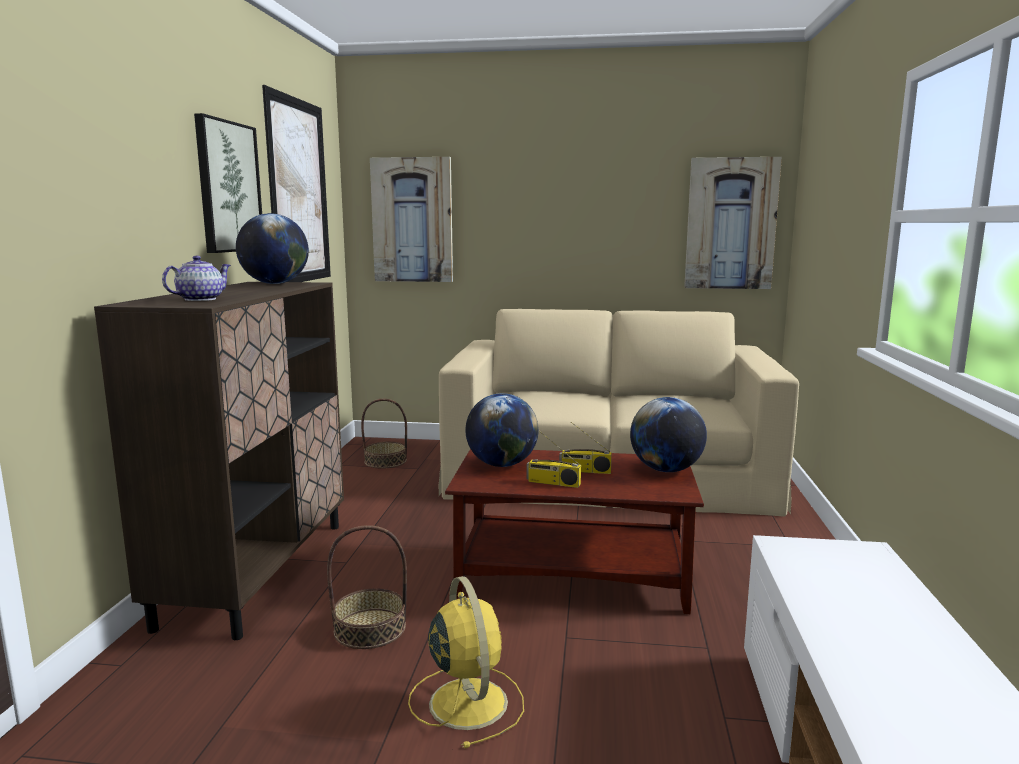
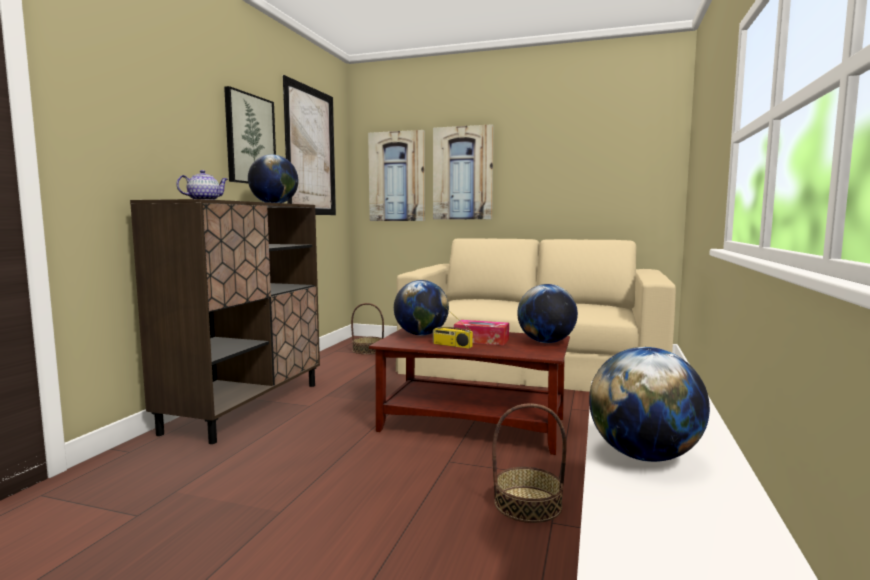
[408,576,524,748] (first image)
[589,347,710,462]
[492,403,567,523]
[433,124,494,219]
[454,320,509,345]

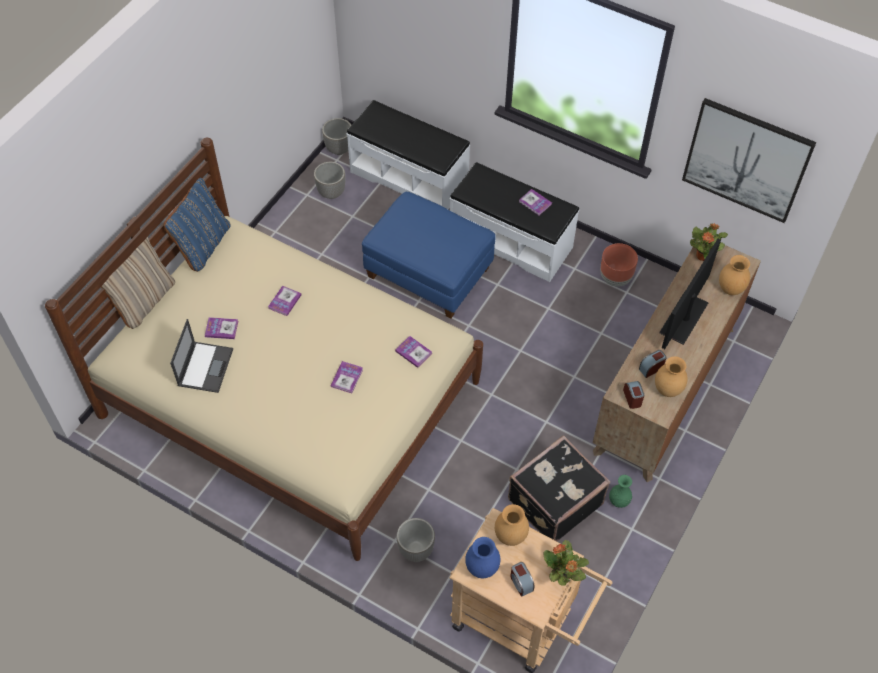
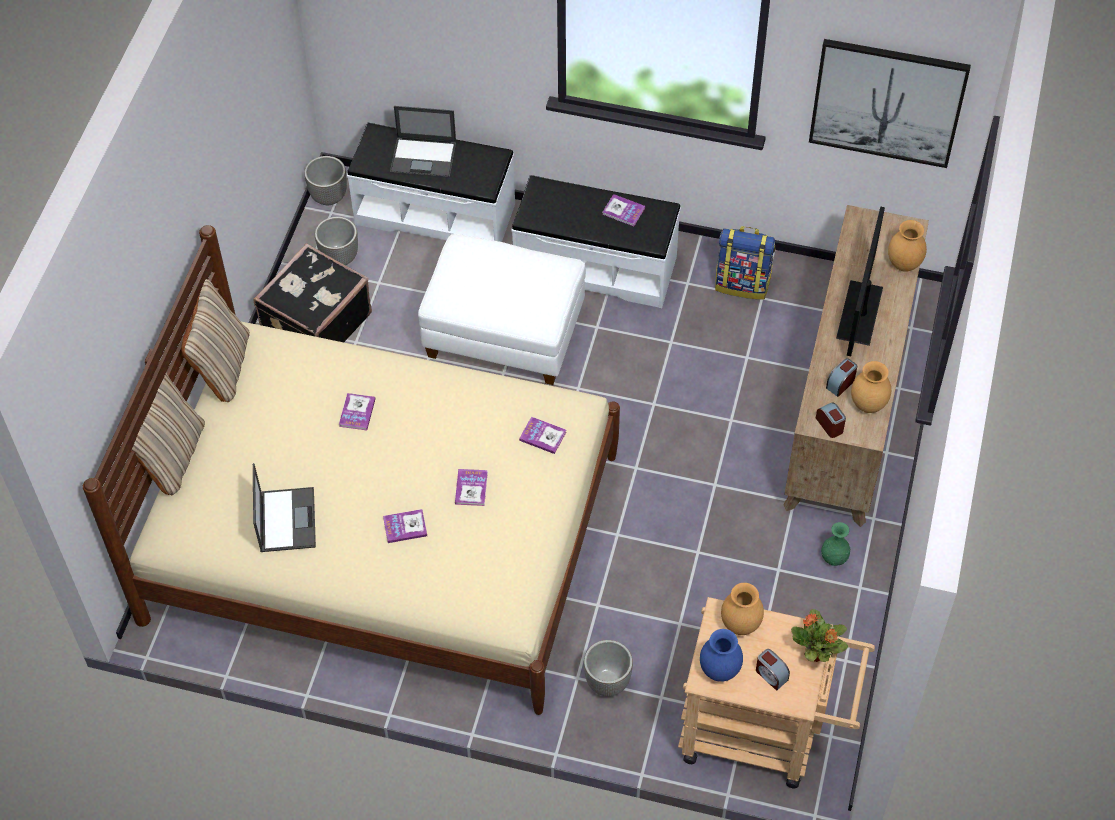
[690,223,728,261] (first image)
[390,106,456,178]
[383,509,427,543]
[253,243,372,342]
[715,226,775,300]
[181,279,250,402]
[418,234,586,385]

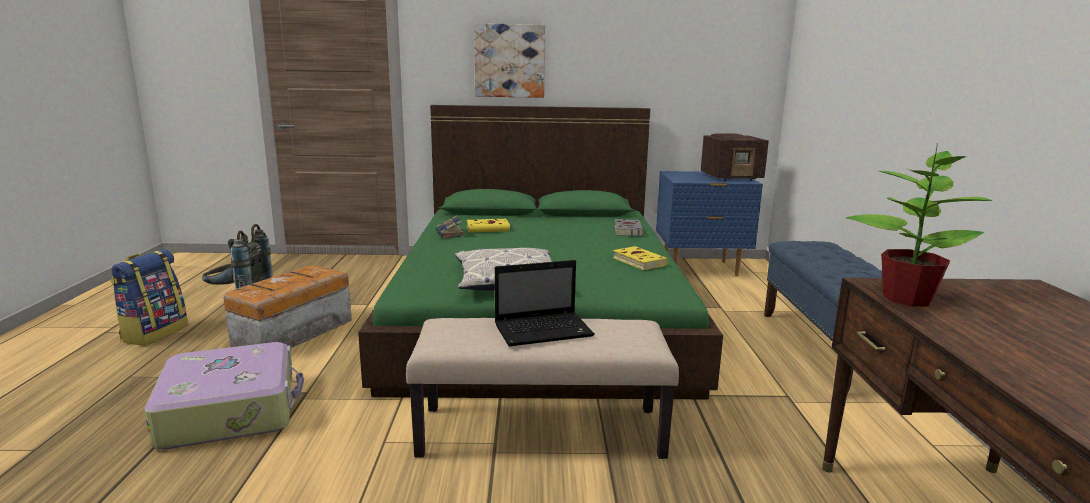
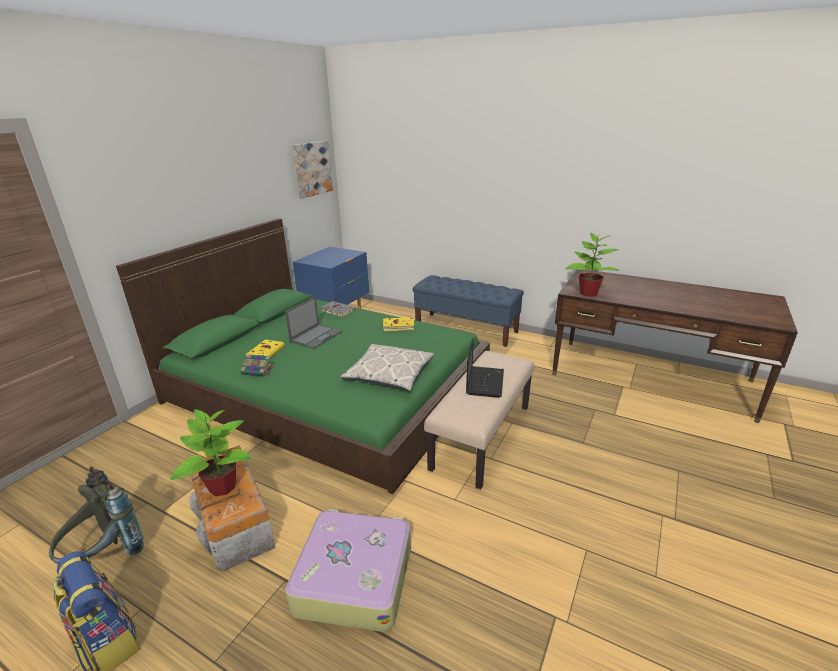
[701,134,769,181] (first image)
[170,409,251,496]
[285,297,342,349]
[293,141,333,198]

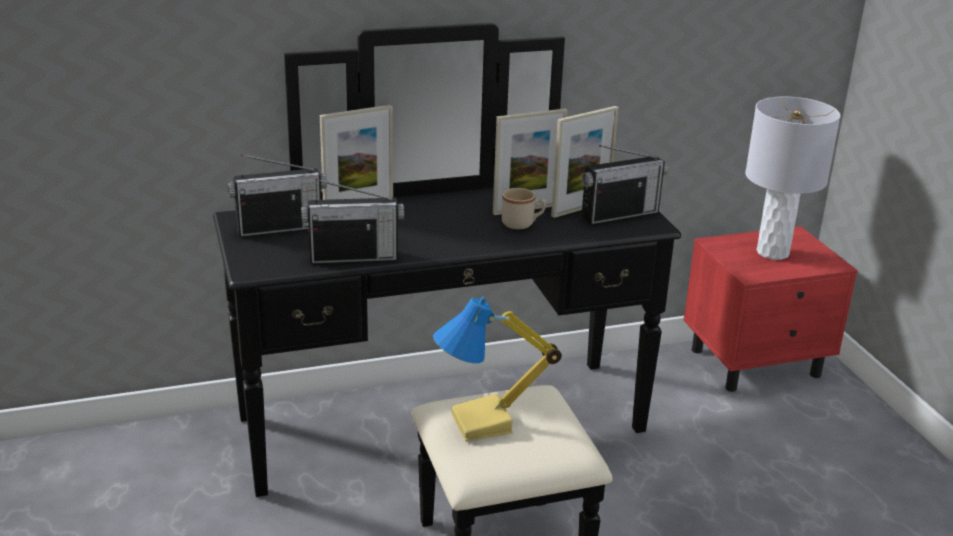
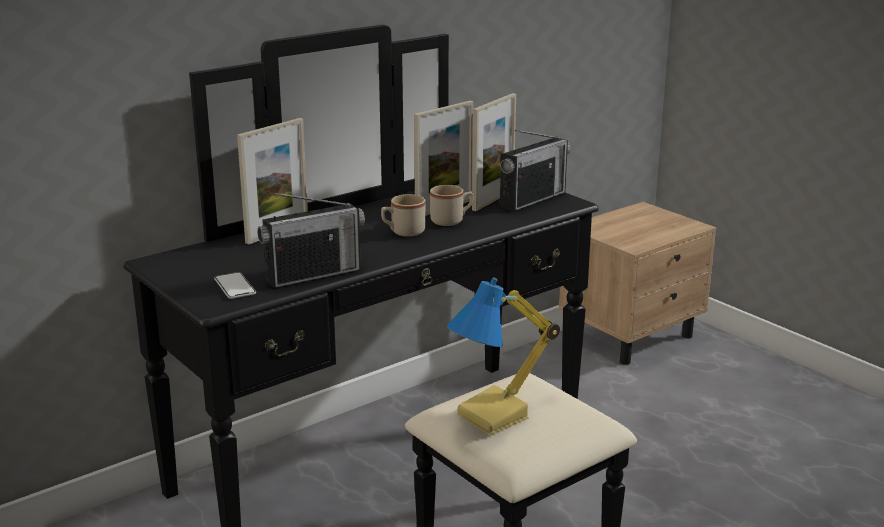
[227,154,327,237] (first image)
[745,97,841,260] (first image)
[214,272,256,299]
[381,194,425,237]
[558,202,716,365]

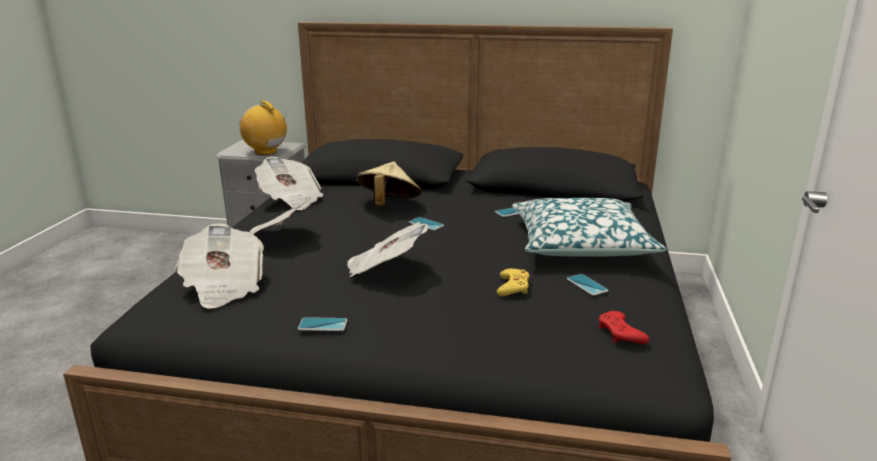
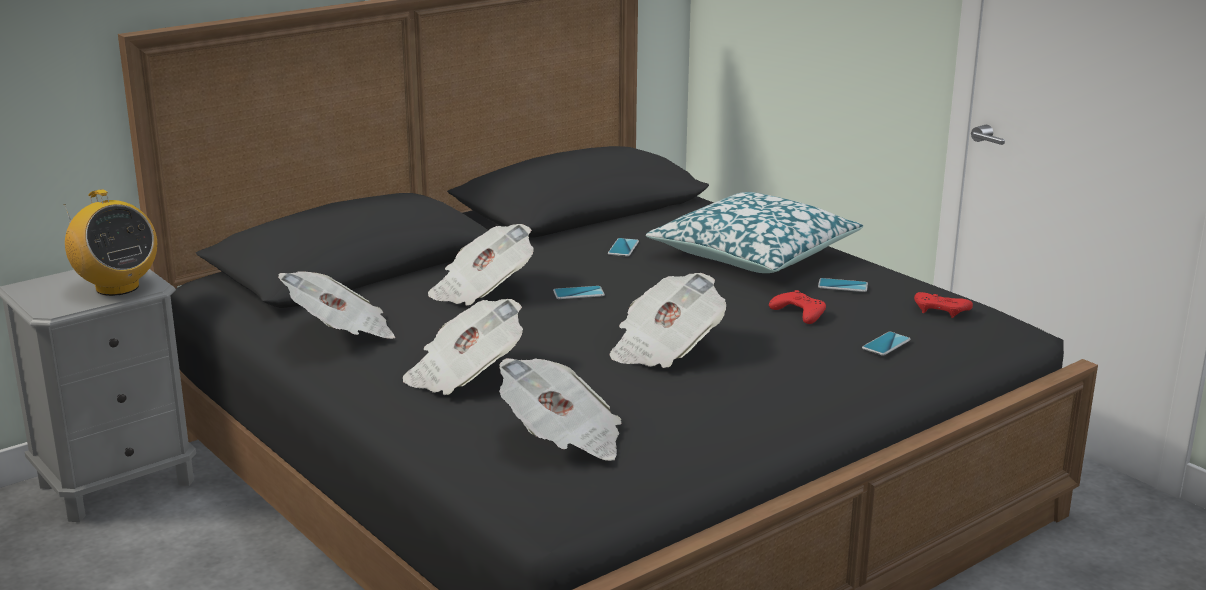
[862,332,911,356]
[428,224,534,306]
[769,290,826,324]
[64,189,157,296]

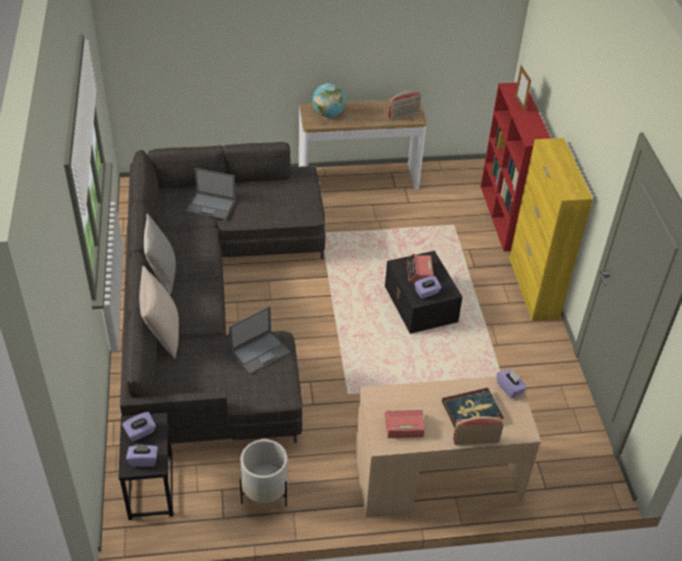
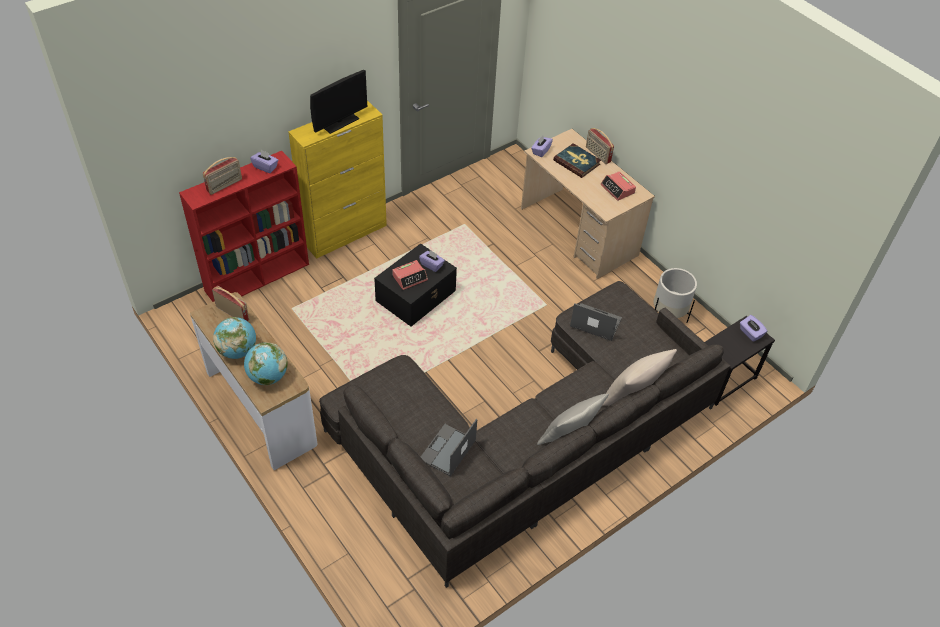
[213,317,256,359]
[310,70,367,134]
[250,150,278,173]
[203,157,242,195]
[421,419,477,476]

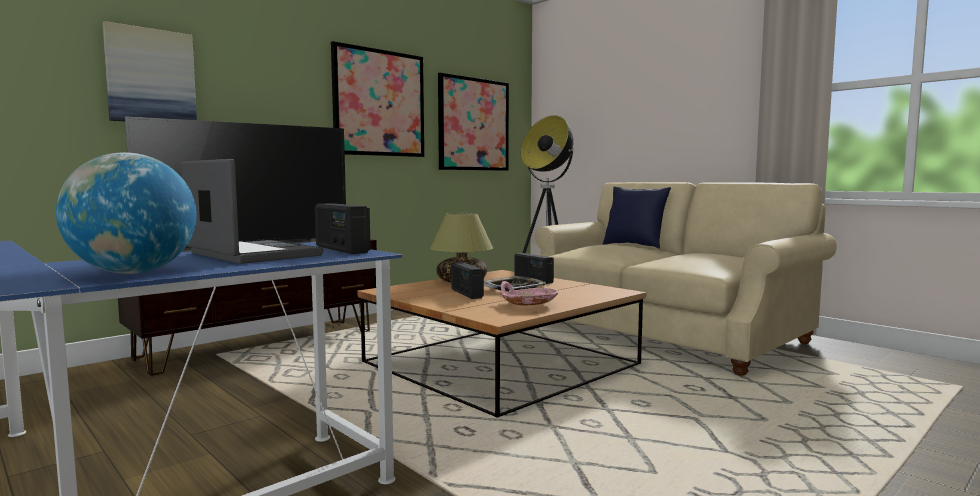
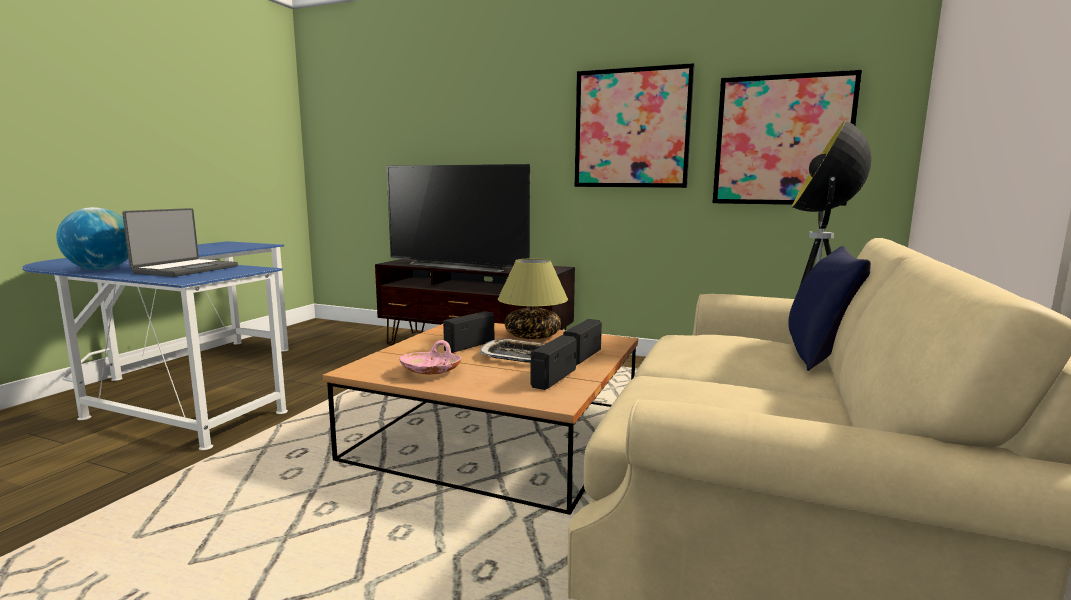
[102,21,197,121] (first image)
[531,335,577,390]

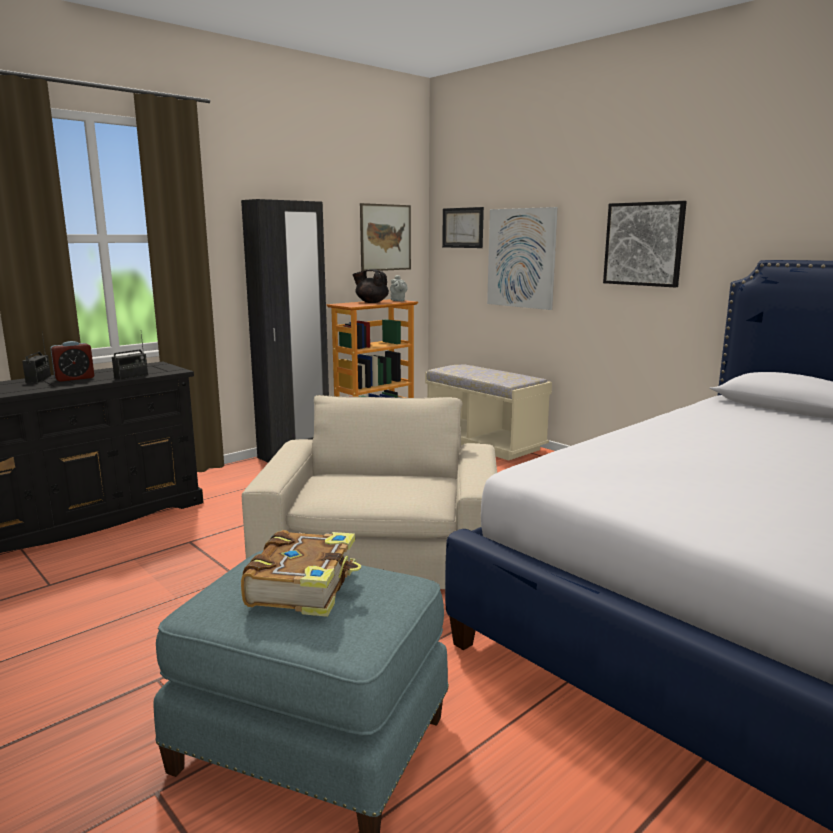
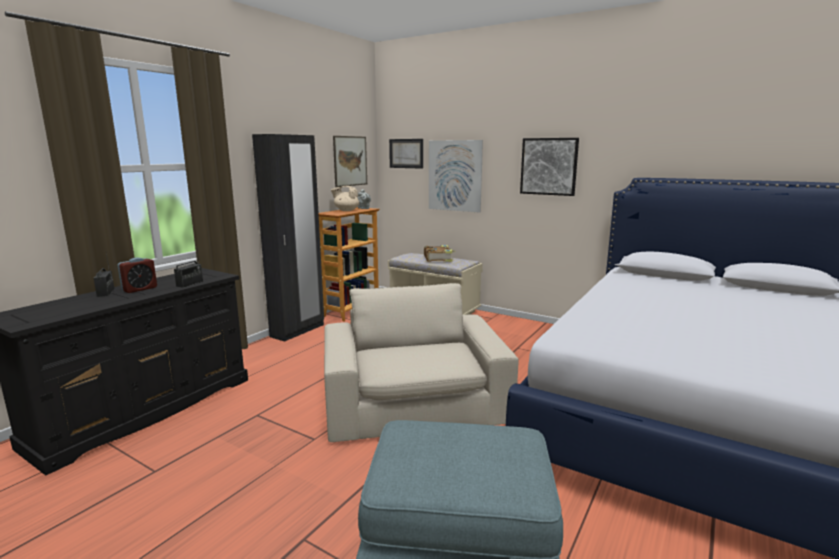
[424,245,456,262]
[331,186,359,211]

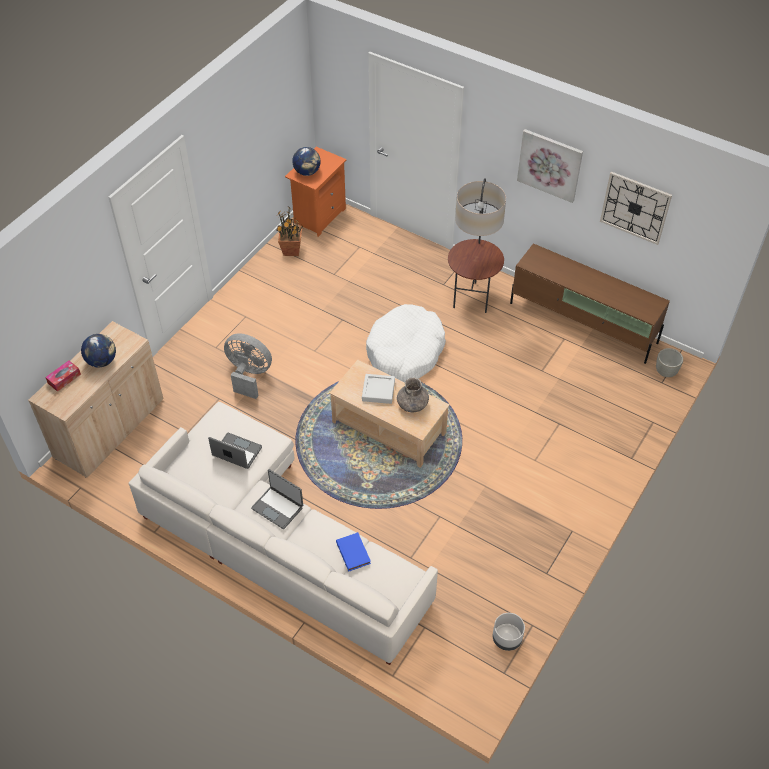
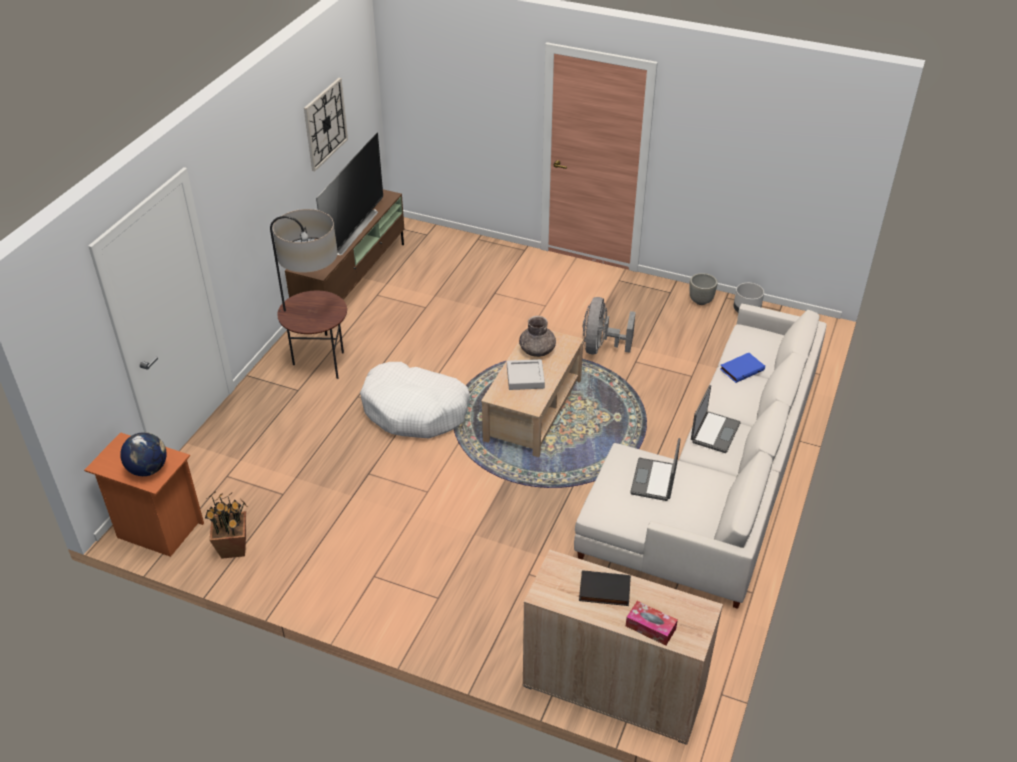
[517,129,583,203] (first image)
[316,133,383,255]
[583,297,636,354]
[689,273,717,305]
[579,570,631,606]

